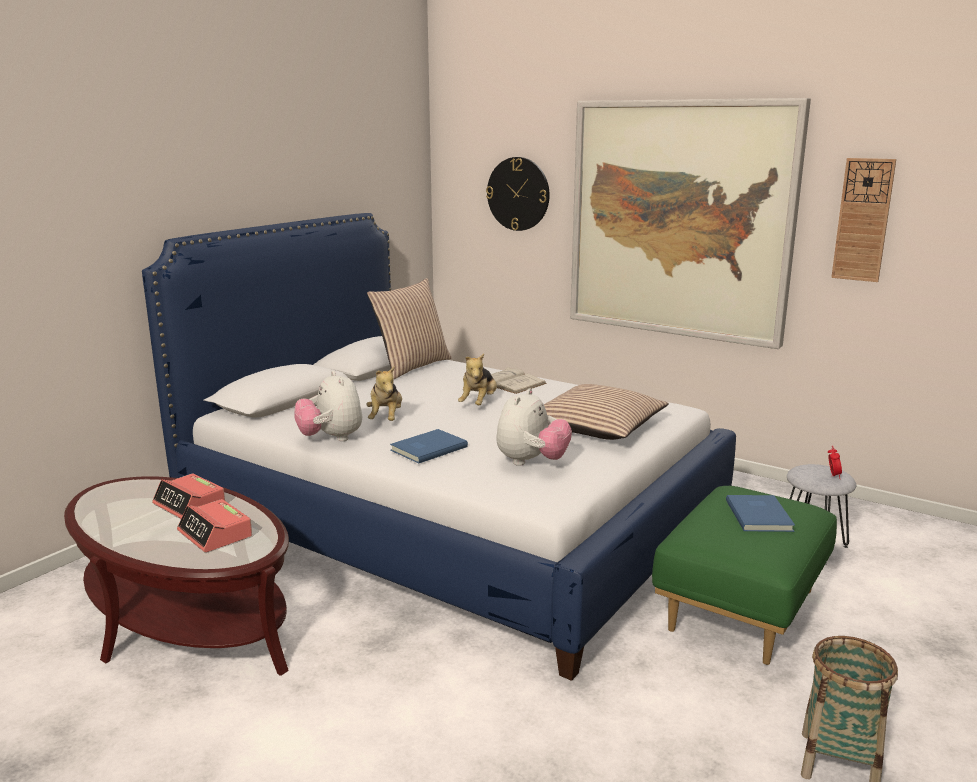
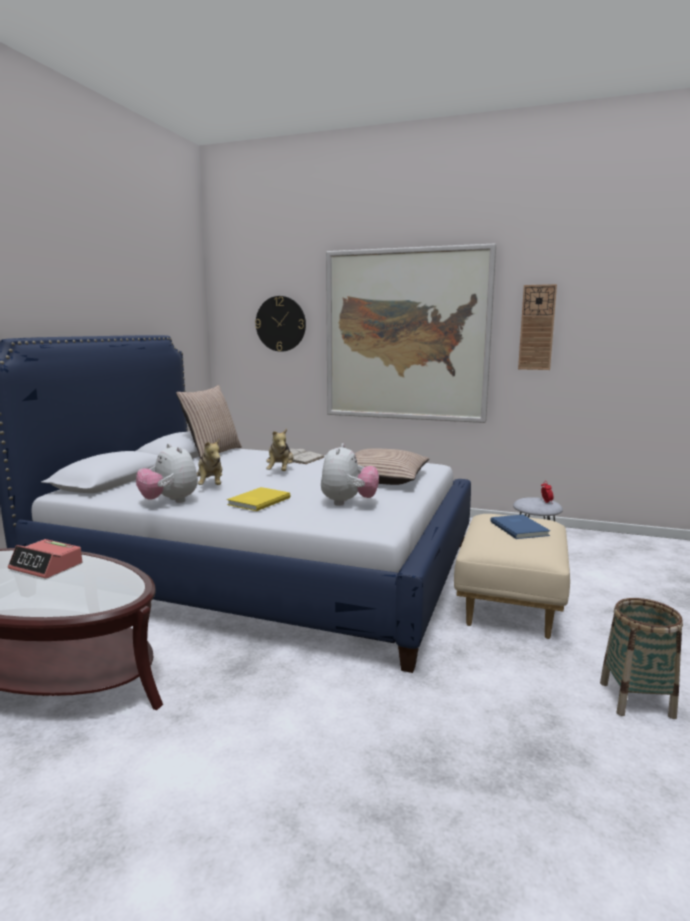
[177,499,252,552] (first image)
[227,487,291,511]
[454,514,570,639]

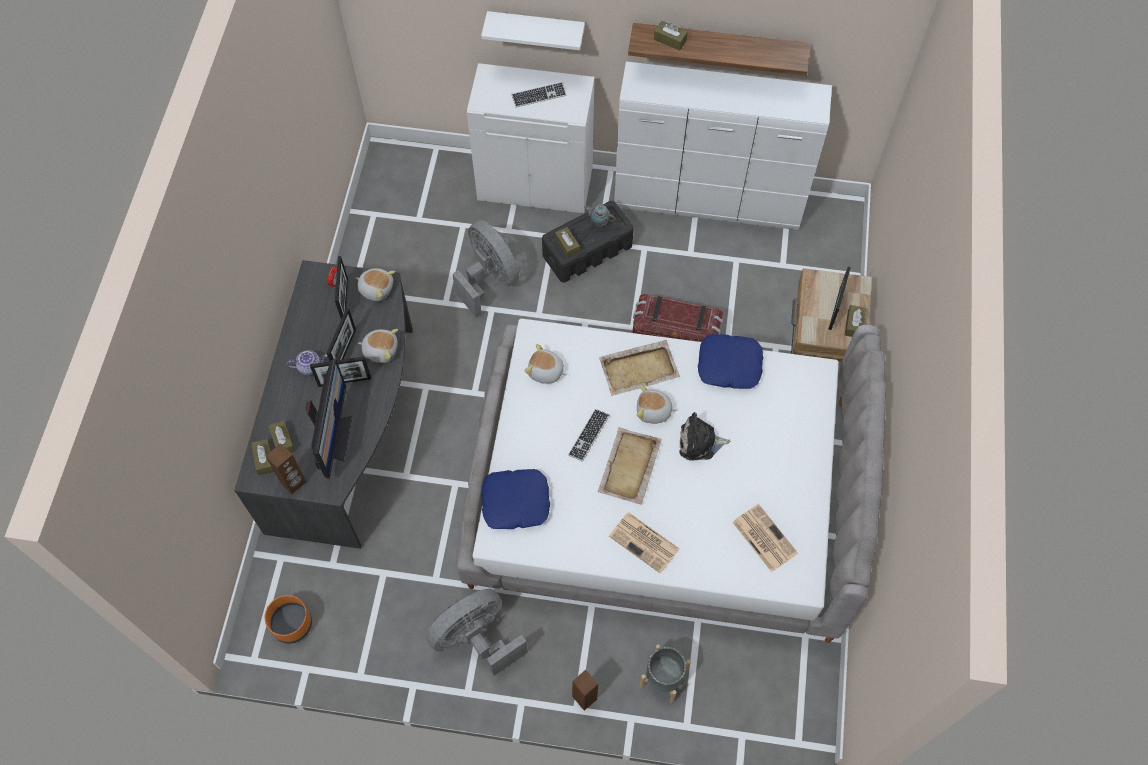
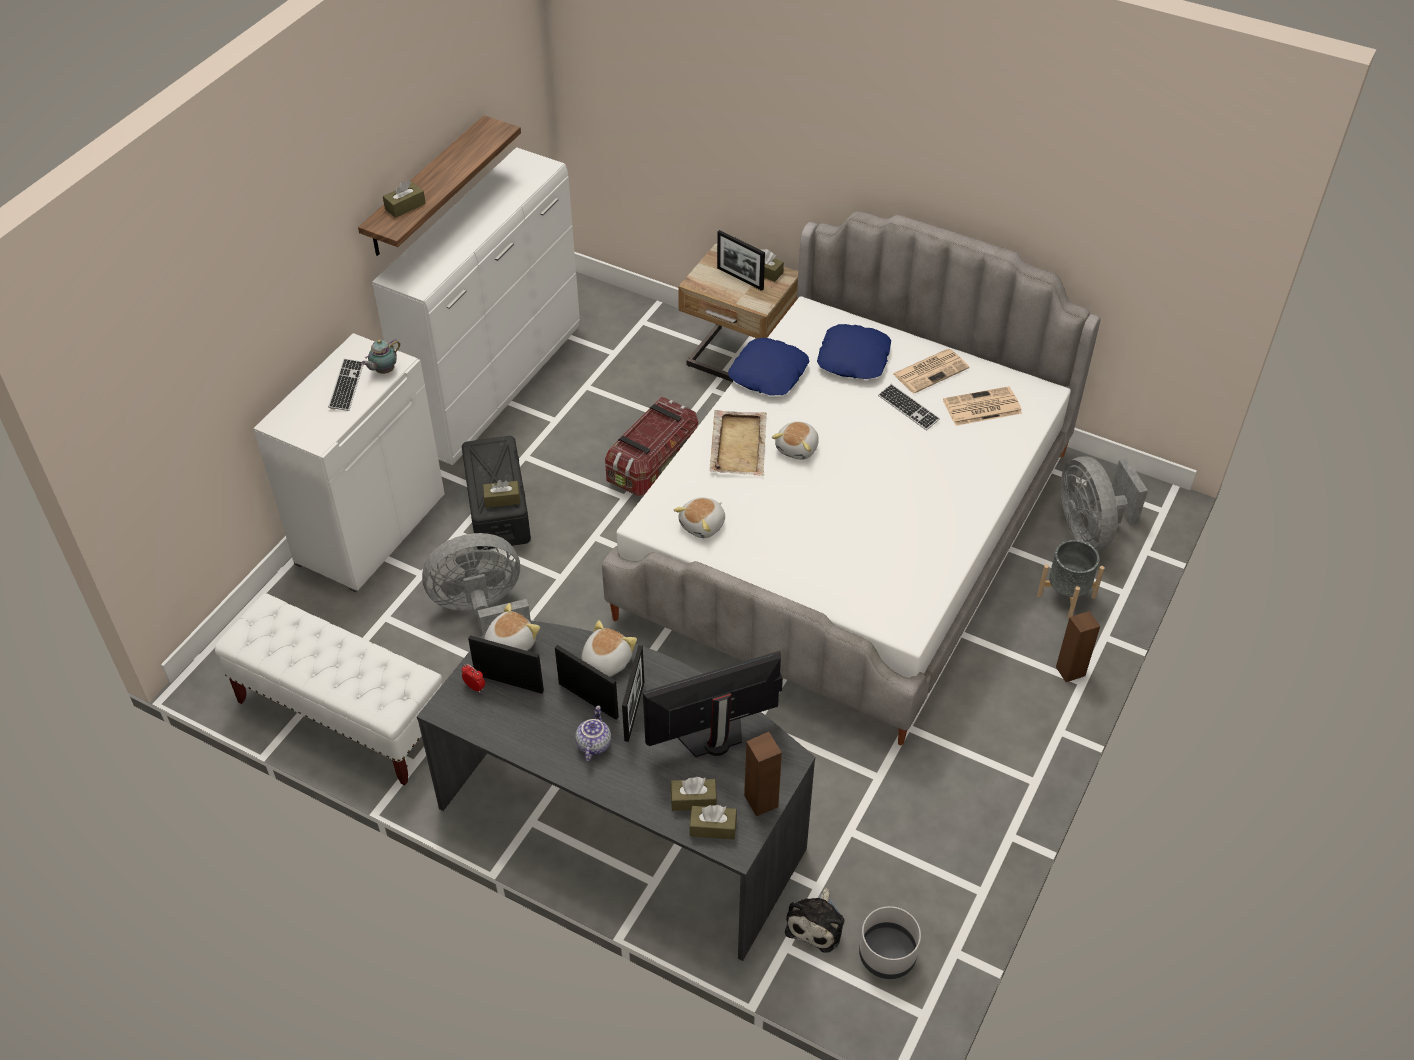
[481,11,585,50] (first image)
[598,427,662,505] (first image)
[215,593,442,785]
[1061,456,1148,550]
[817,324,891,379]
[878,384,940,431]
[361,339,400,374]
[893,349,969,393]
[785,888,845,953]
[859,906,921,979]
[643,651,783,757]

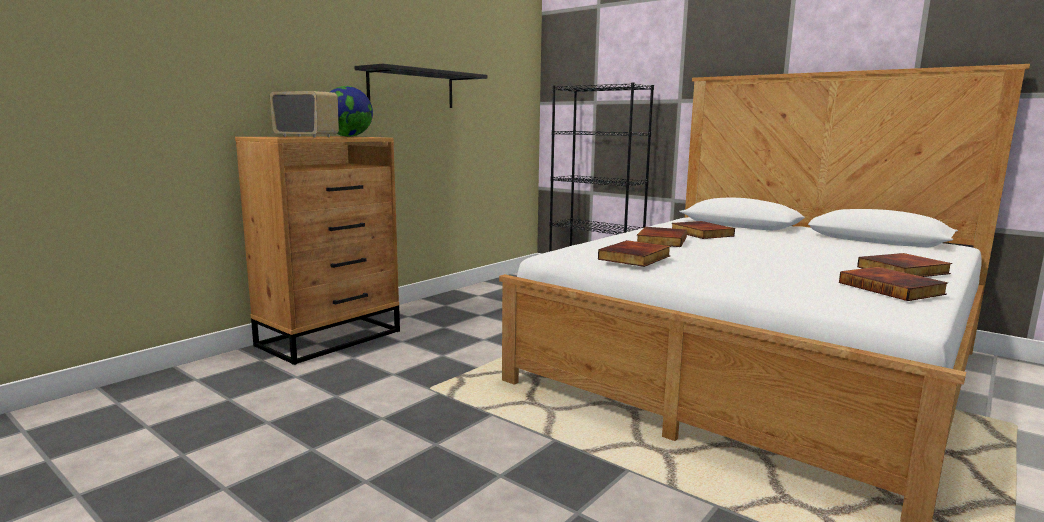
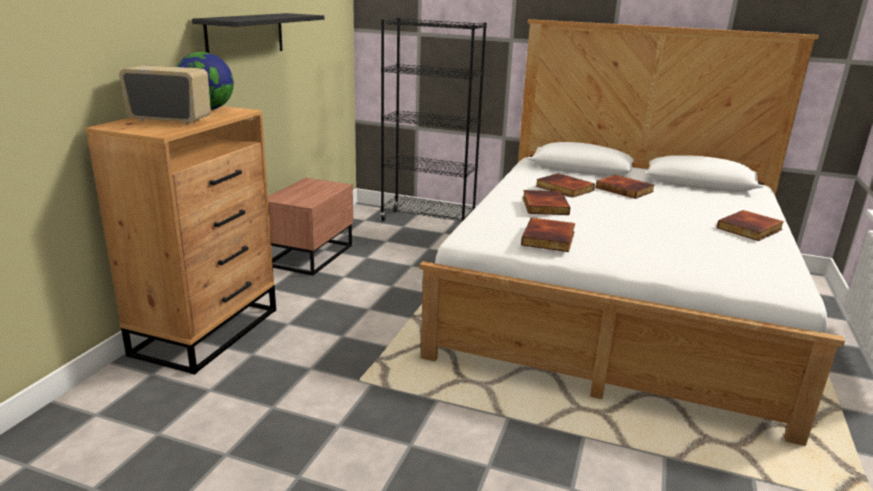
[268,178,353,276]
[596,175,654,199]

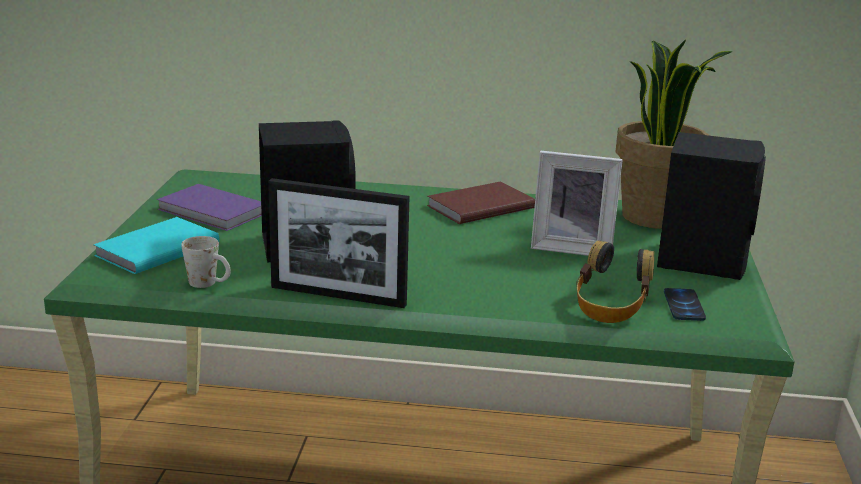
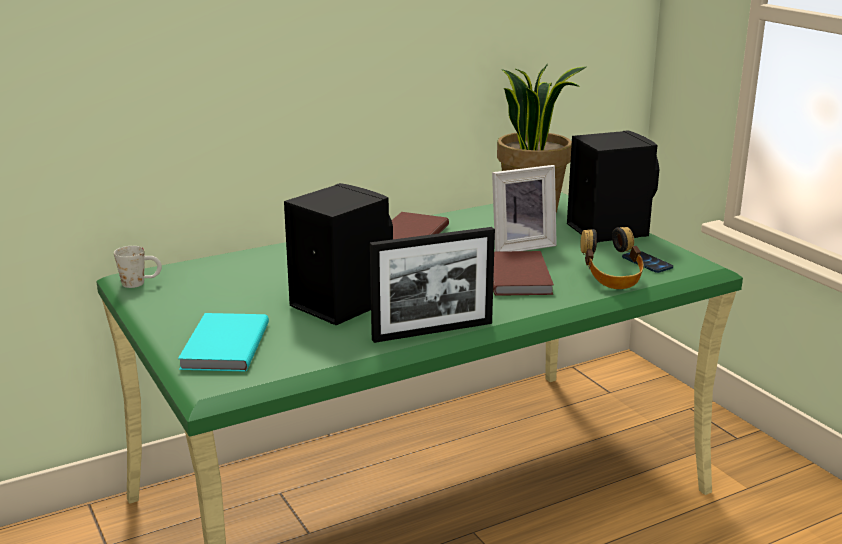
[157,184,262,231] (first image)
[493,251,554,296]
[114,246,162,288]

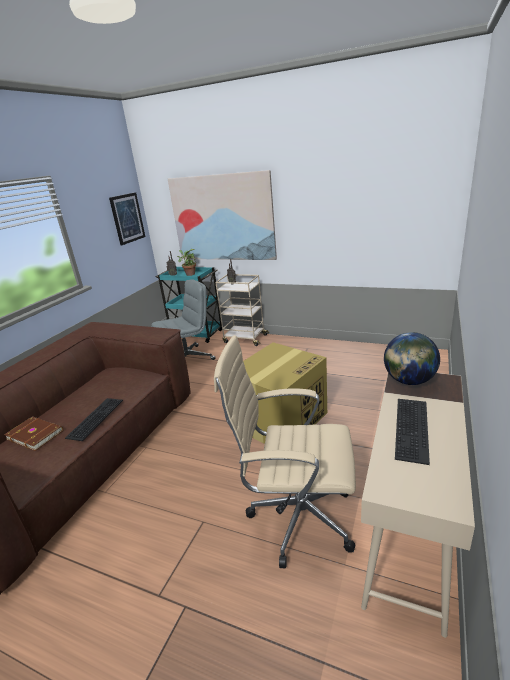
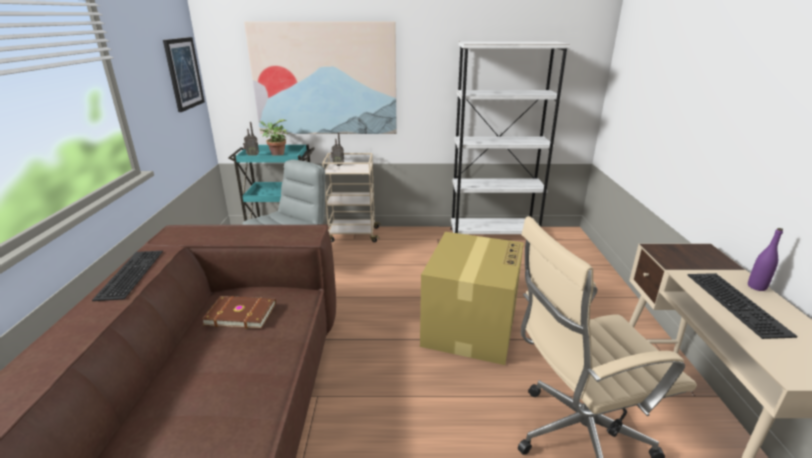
[384,332,440,385] (first image)
[451,41,570,234]
[748,228,783,291]
[201,296,276,329]
[92,251,163,301]

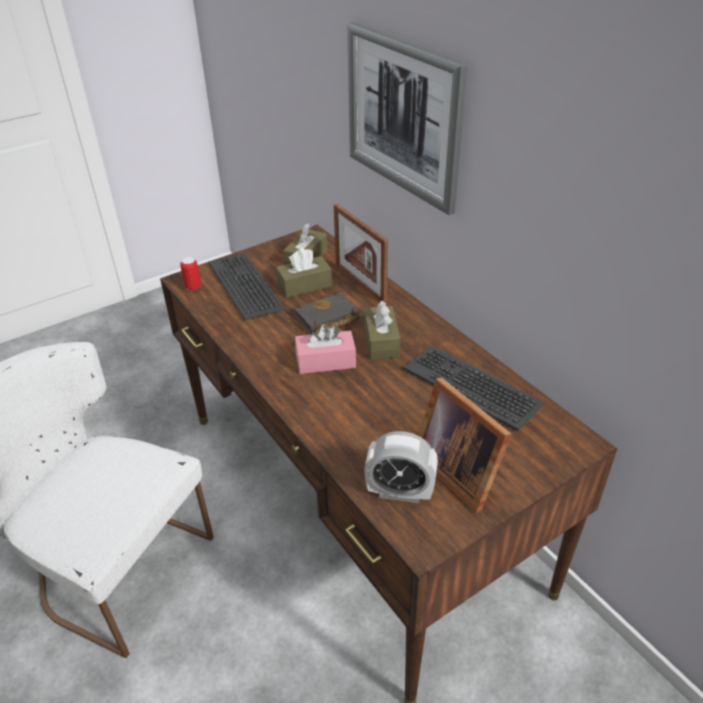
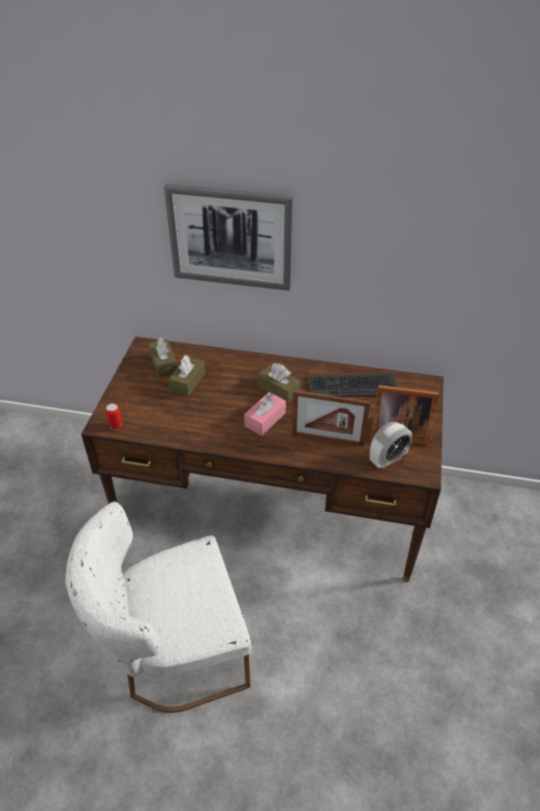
[208,253,285,320] (first image)
[294,292,361,334] (first image)
[292,390,370,446]

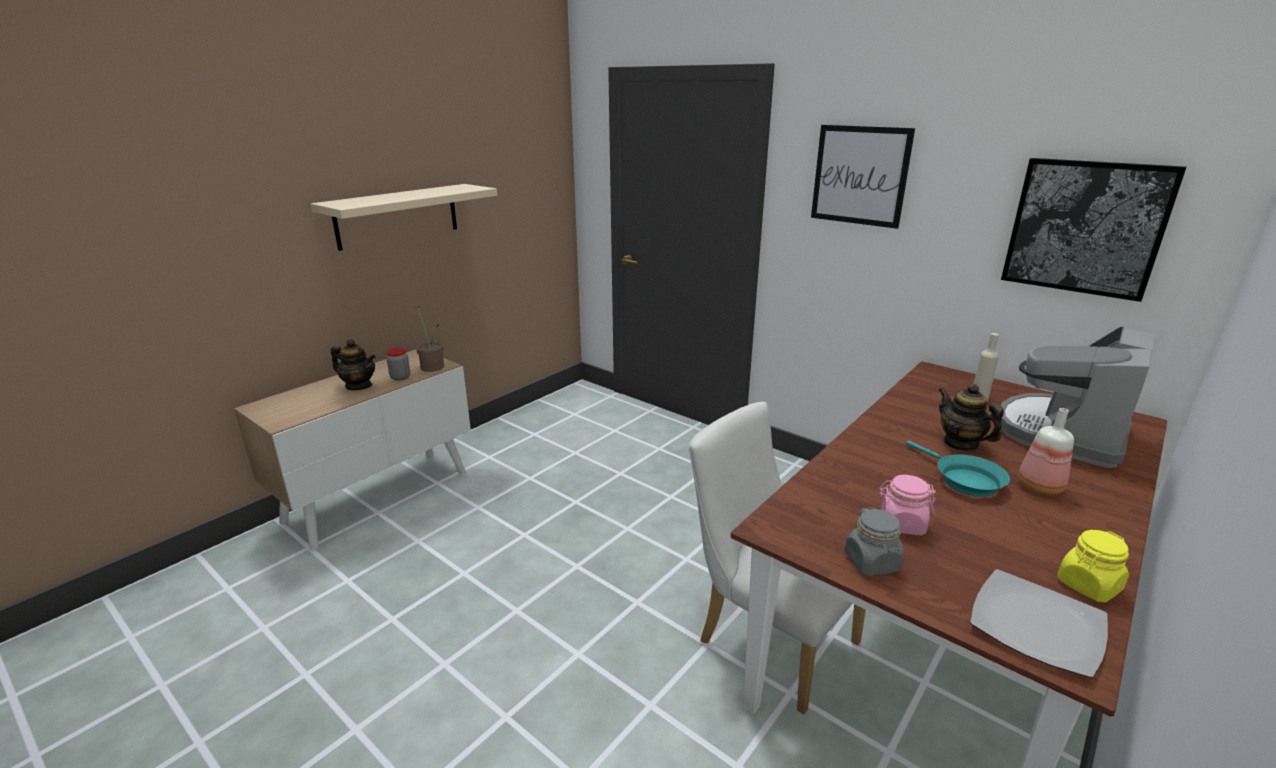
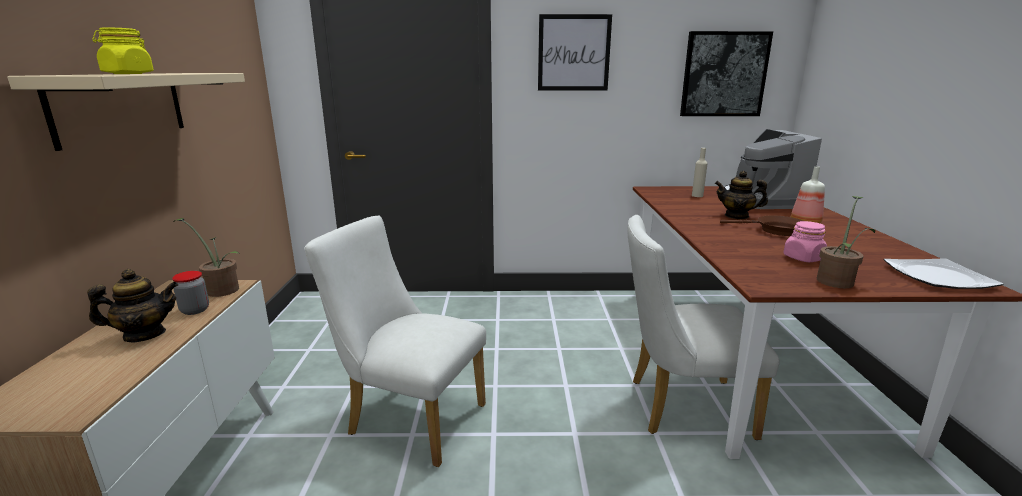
[304,216,486,467]
[92,27,154,74]
[817,196,875,288]
[720,215,803,236]

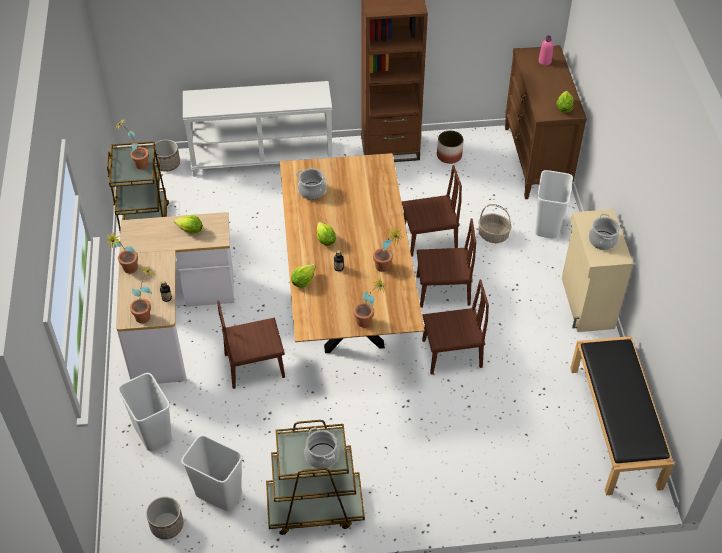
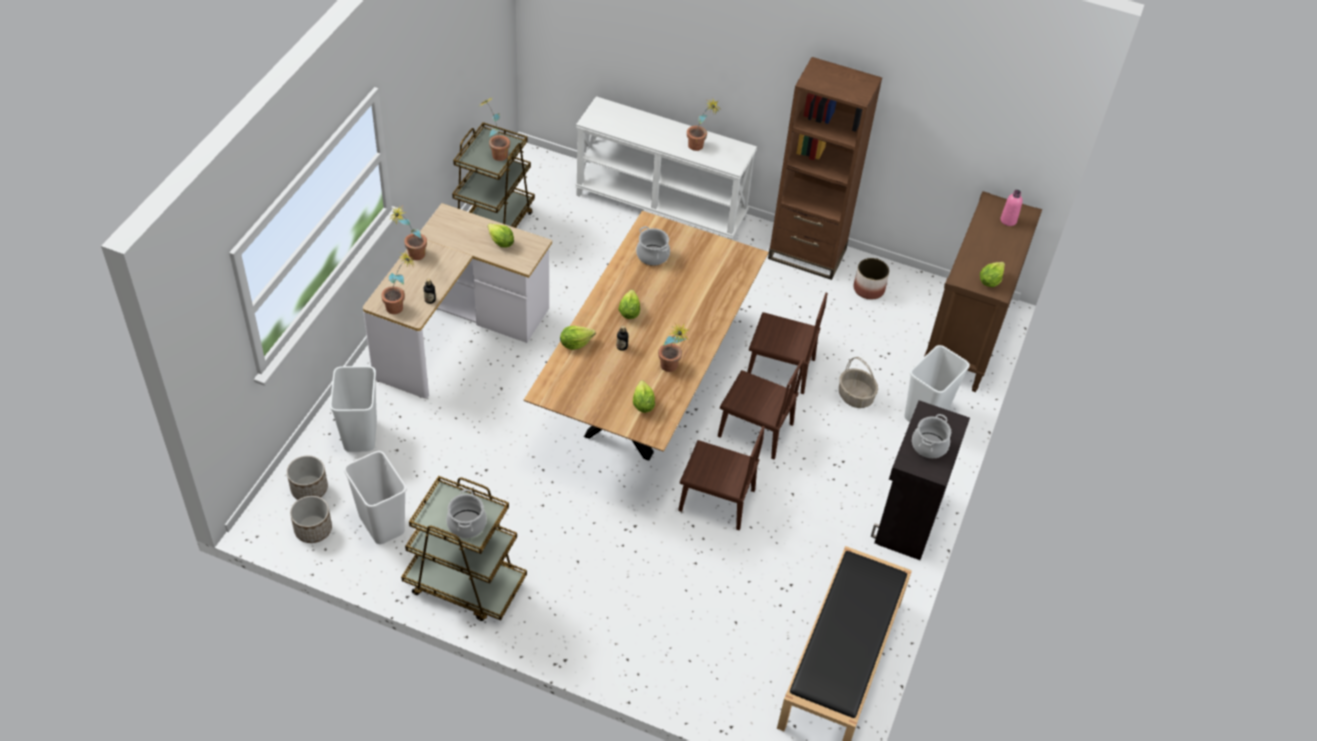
[217,301,285,389] (first image)
[633,380,655,413]
[287,456,328,500]
[687,97,720,151]
[871,400,970,560]

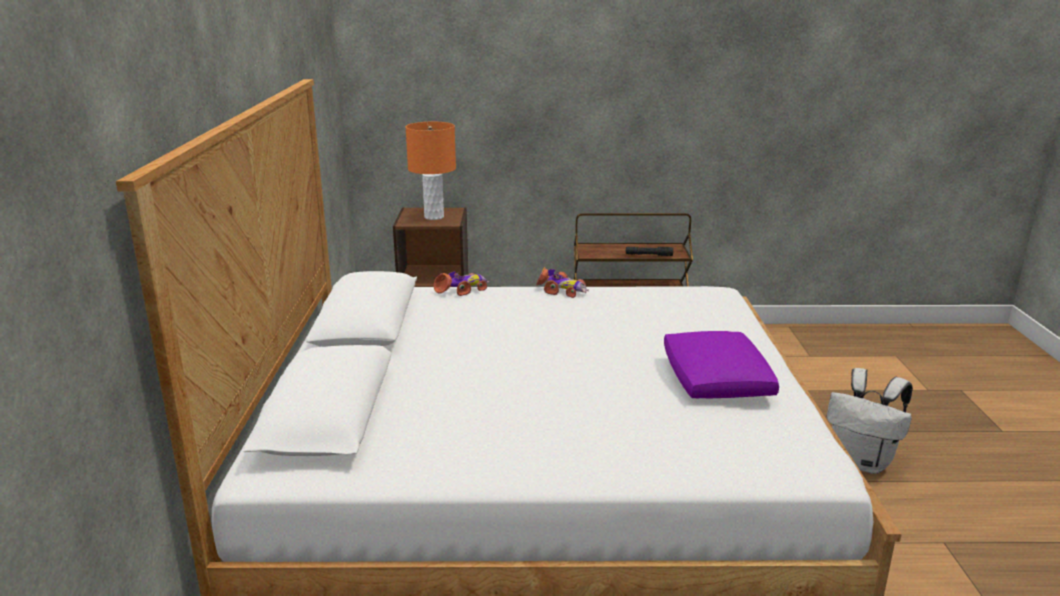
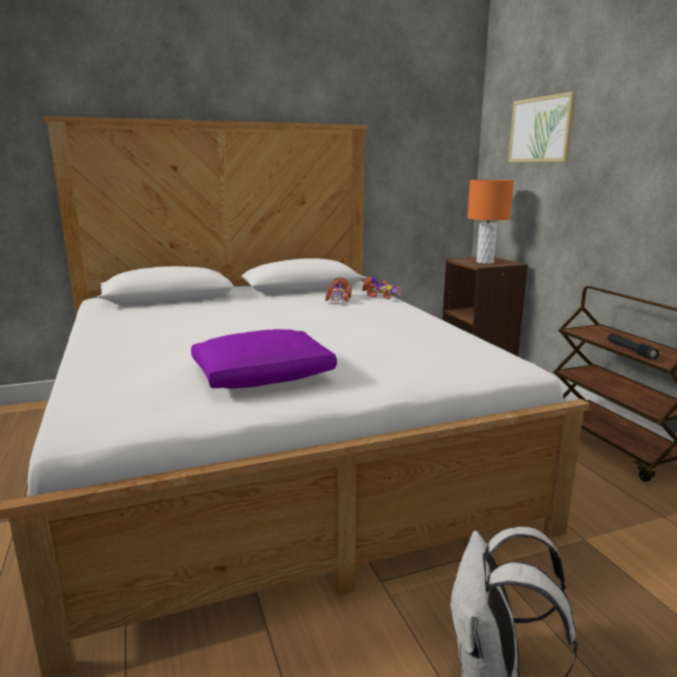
[508,91,577,162]
[325,278,351,302]

